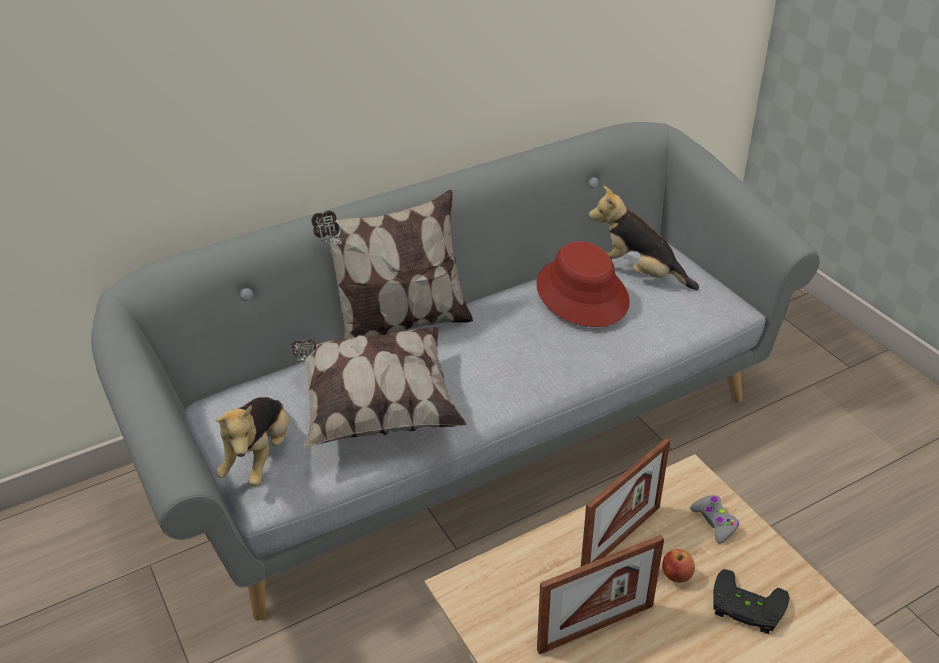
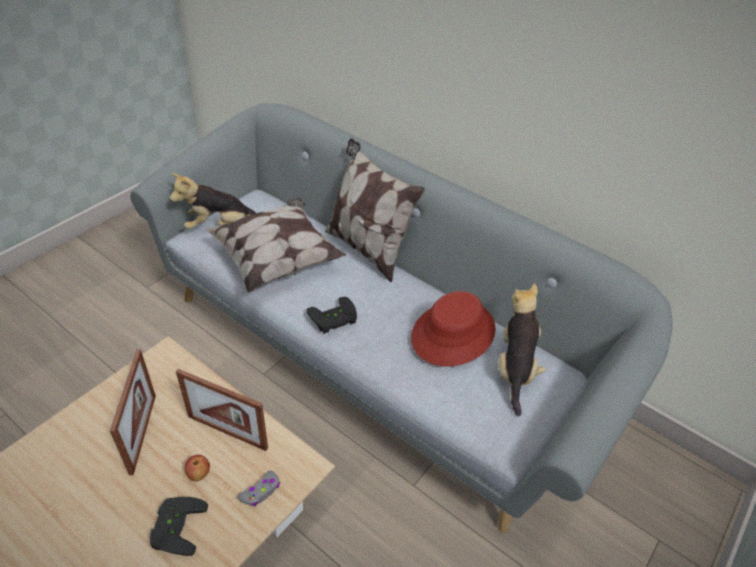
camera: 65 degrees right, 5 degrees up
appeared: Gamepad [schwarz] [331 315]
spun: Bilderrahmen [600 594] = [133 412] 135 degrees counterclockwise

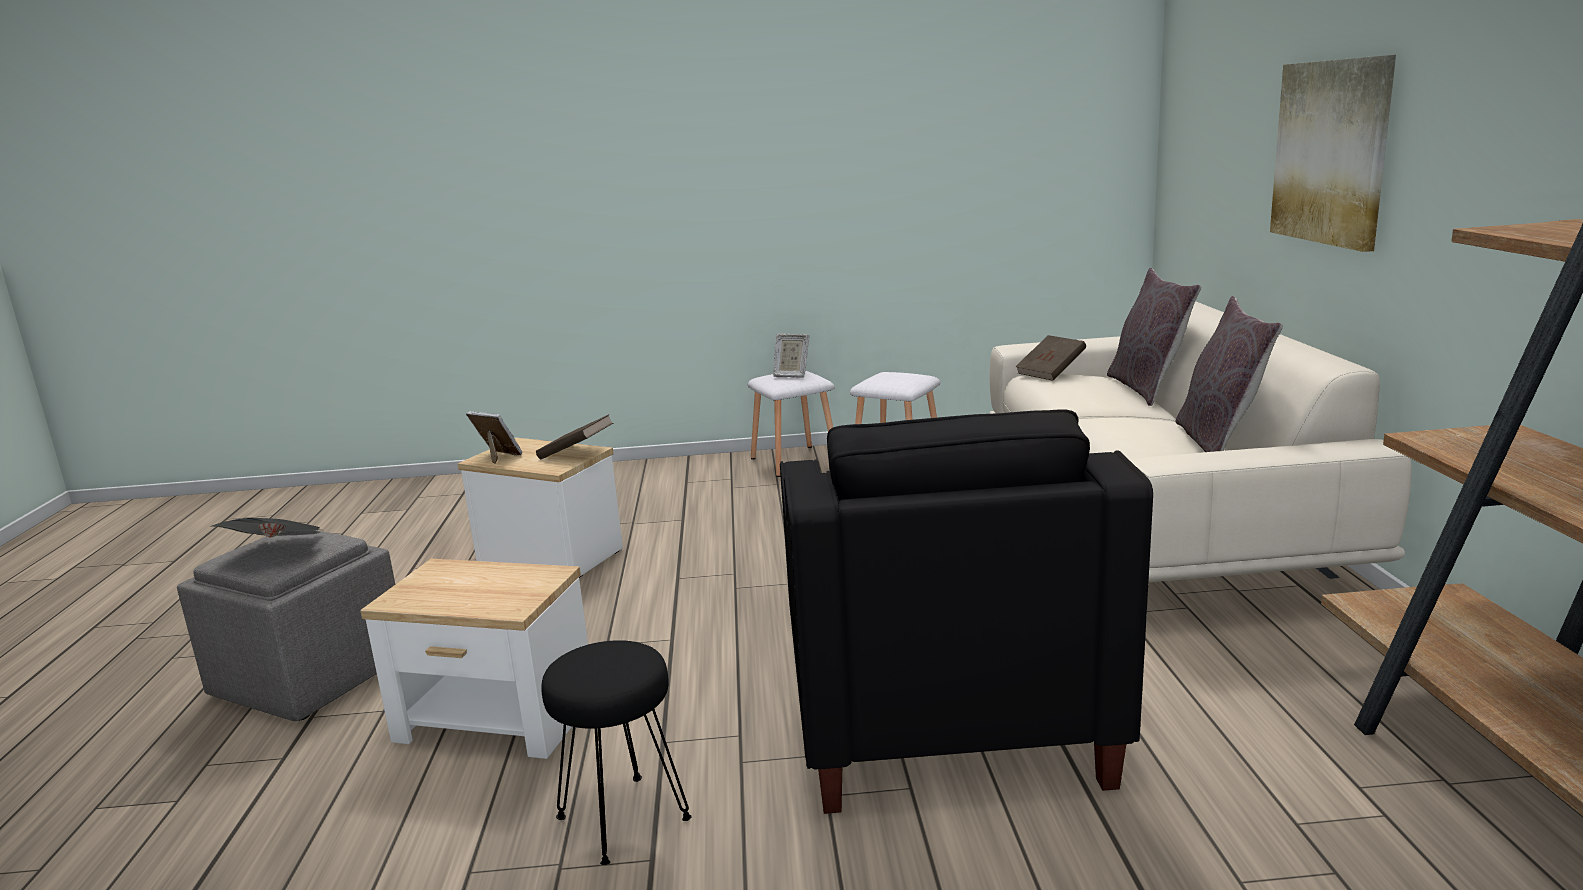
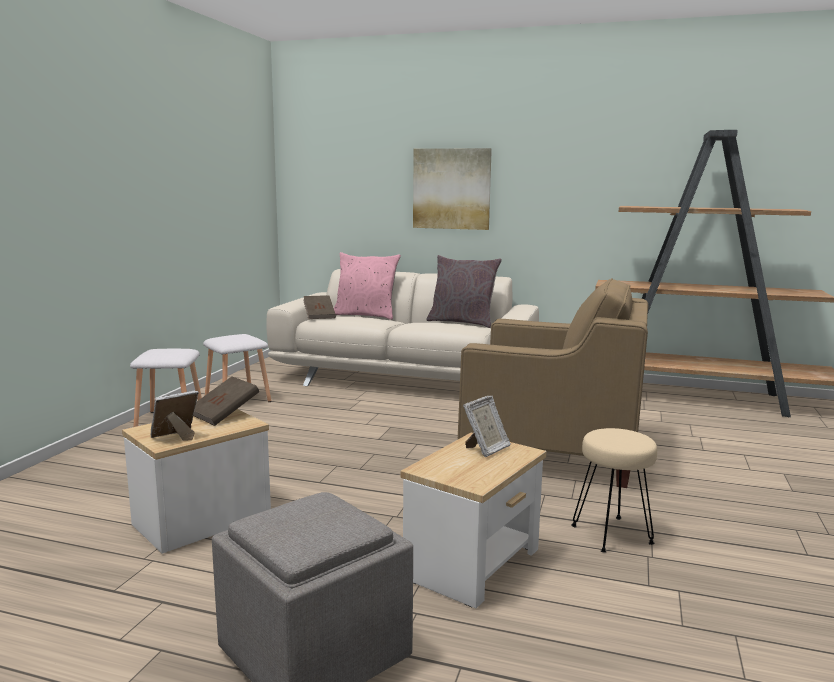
camera: 70 degrees left, 5 degrees down
missing: Zeitung [266 527]
relocated: Bilderrahmen [791 355] to [487 426]
colour: Hocker [schwarz] [616 752] to Hocker [beige] [614 490]; Sessel [schwarz] [966 611] to Sessel [beige] [553 383]; Kissen [grau] [1154 337] to Kissen [rosa] [367 286]

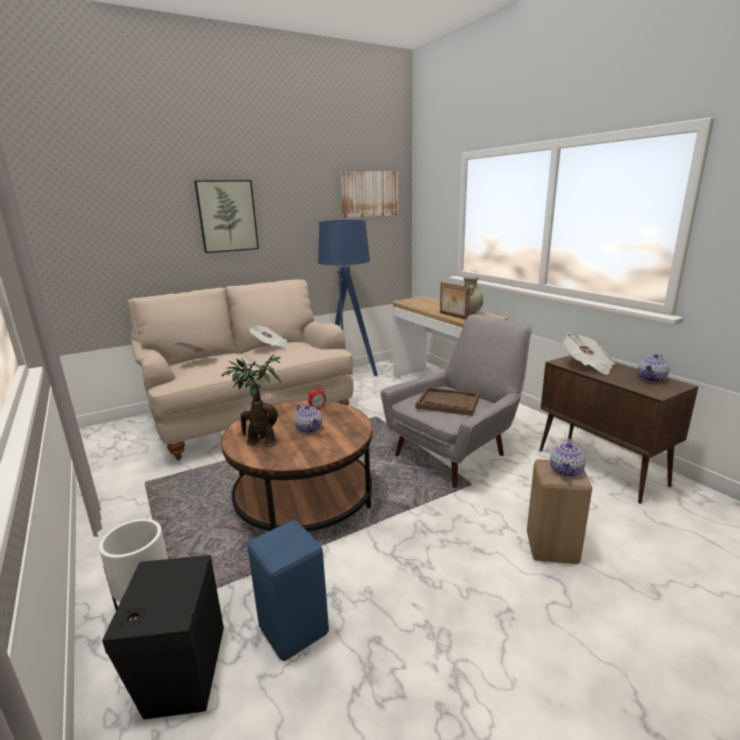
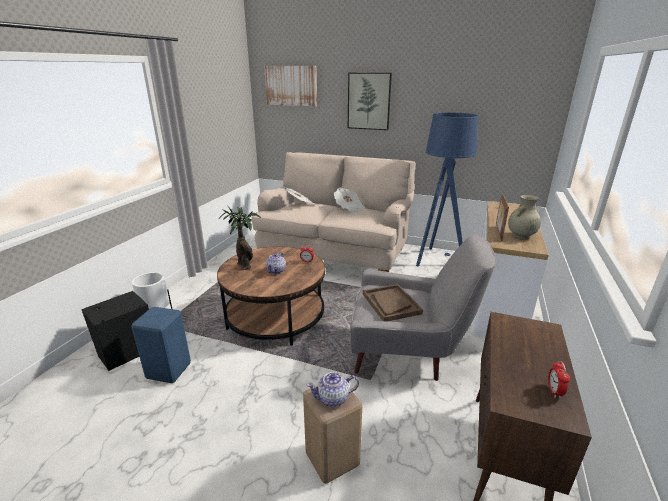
camera: 50 degrees right, 5 degrees up
missing: Zeitung [589 354]
relocated: Bild [369 194] to [290 86]
exchanged: Teekanne [654 368] to Wecker [559 379]

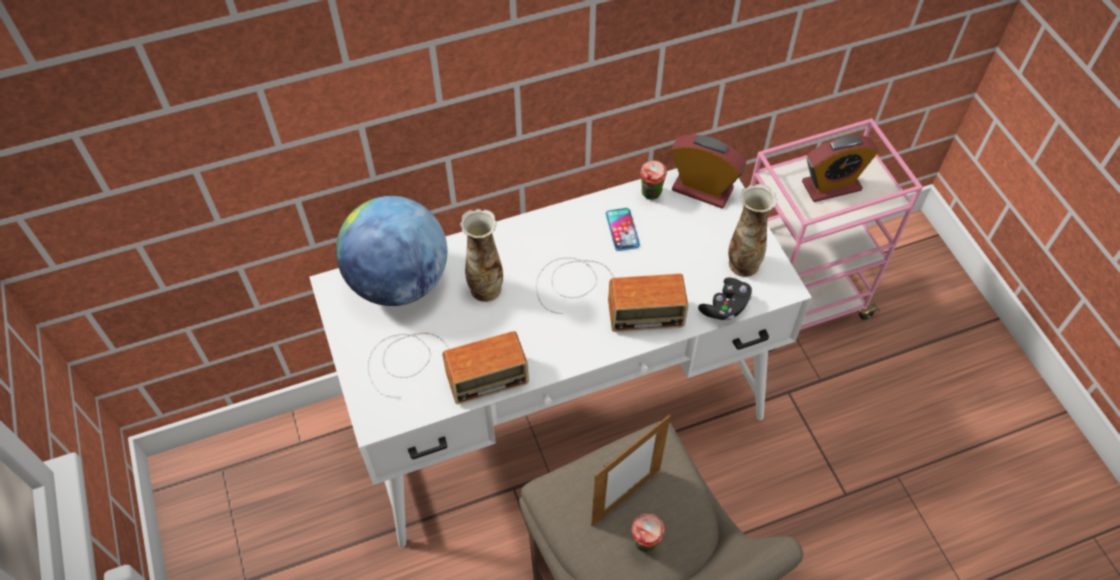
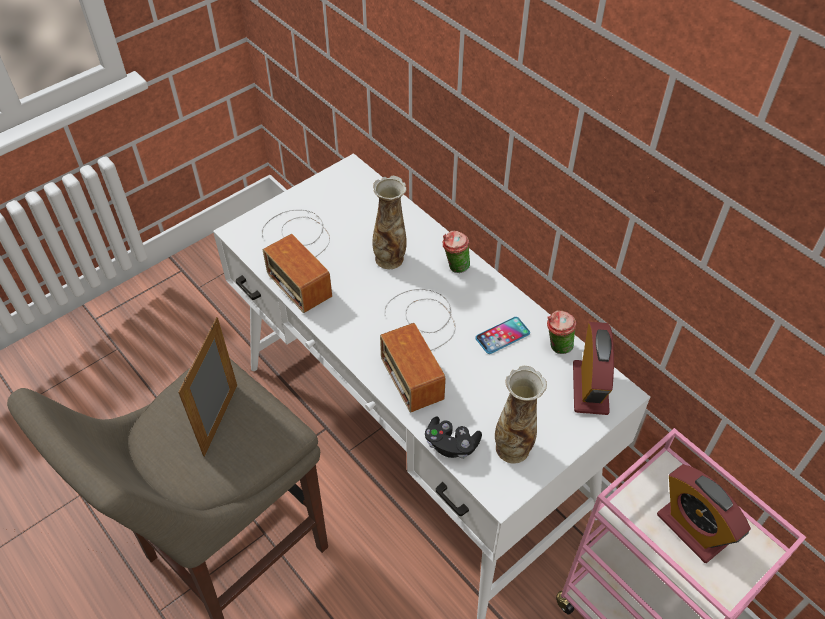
camera: 70 degrees right, 5 degrees down
missing: Globus [391 251]
relocated: Tasse [648 532] to [456 251]
spun: Bilderrahmen [631 470] = [207 387] 75 degrees clockwise

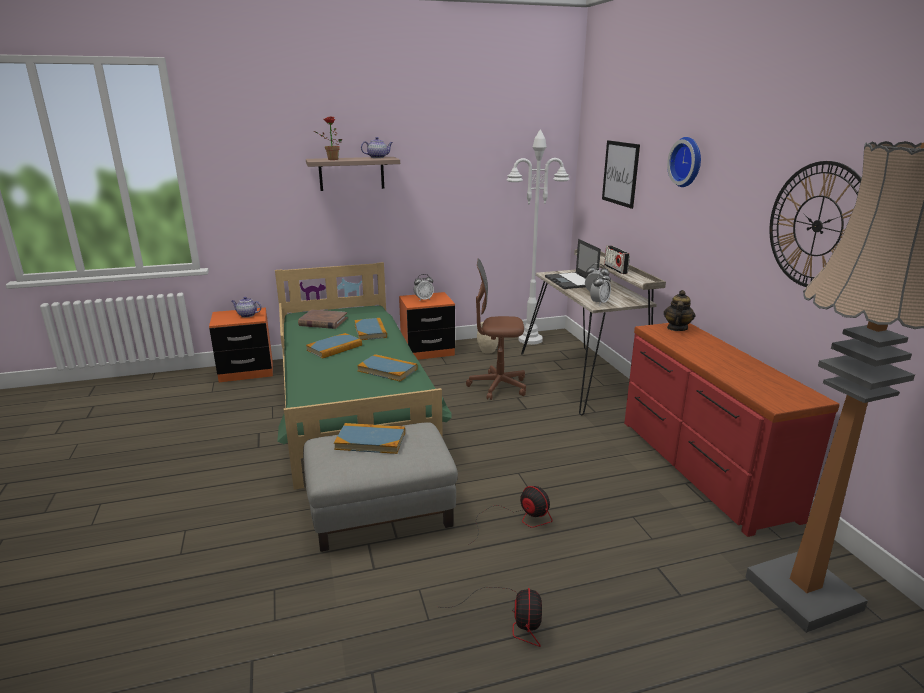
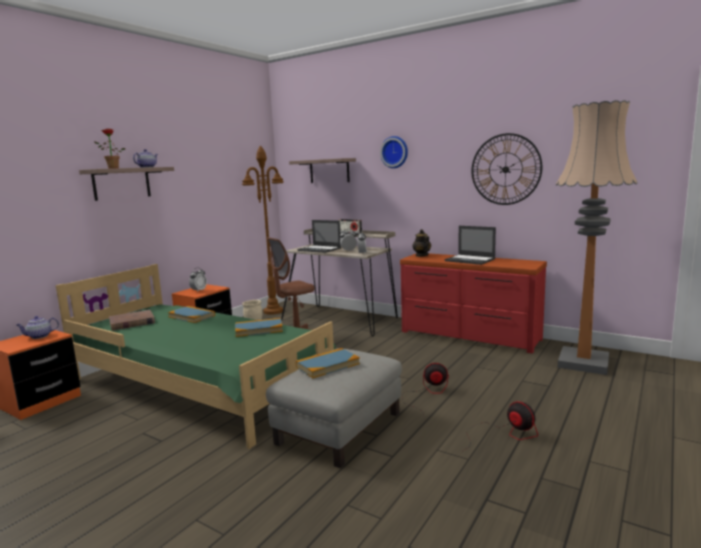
camera: 40 degrees left, 10 degrees down
missing: Buch [334 346]
appeared: Laptop [470 245]
exchanged: Bild [621 174] to Wandregal [322 170]
colour: Stehlampe [weiß] [538 237] to Stehlampe [braun] [263 230]

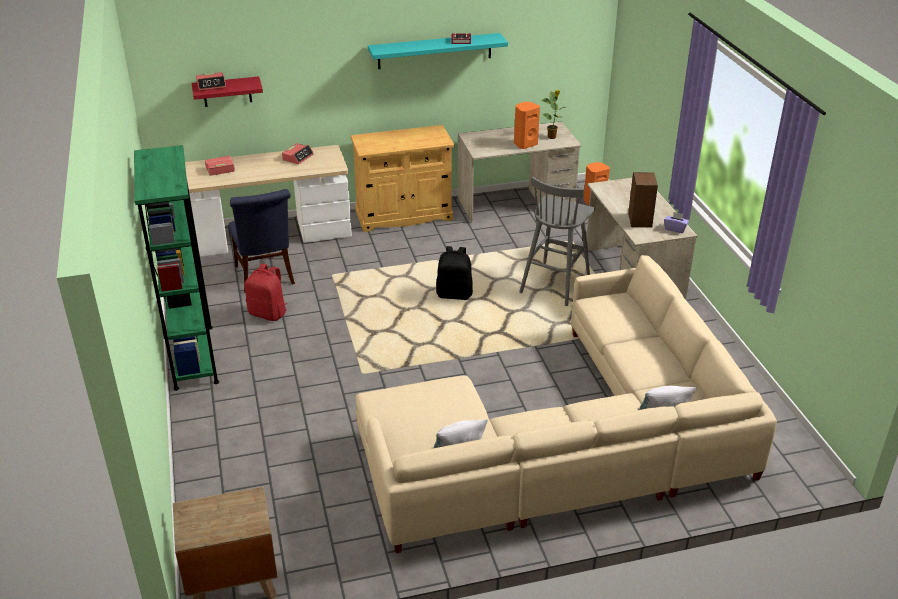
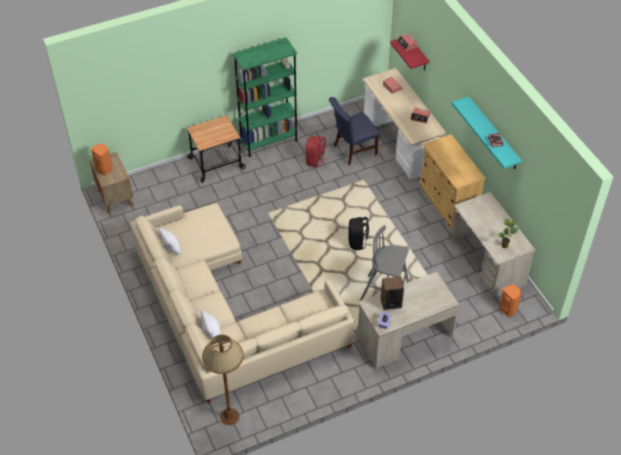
camera: 80 degrees right, 15 degrees up
appeared: Rollwagen [216 149]; Stehlampe [braun] [223 380]
relocated: Lautsprecher [orange] [527 125] to [101 159]

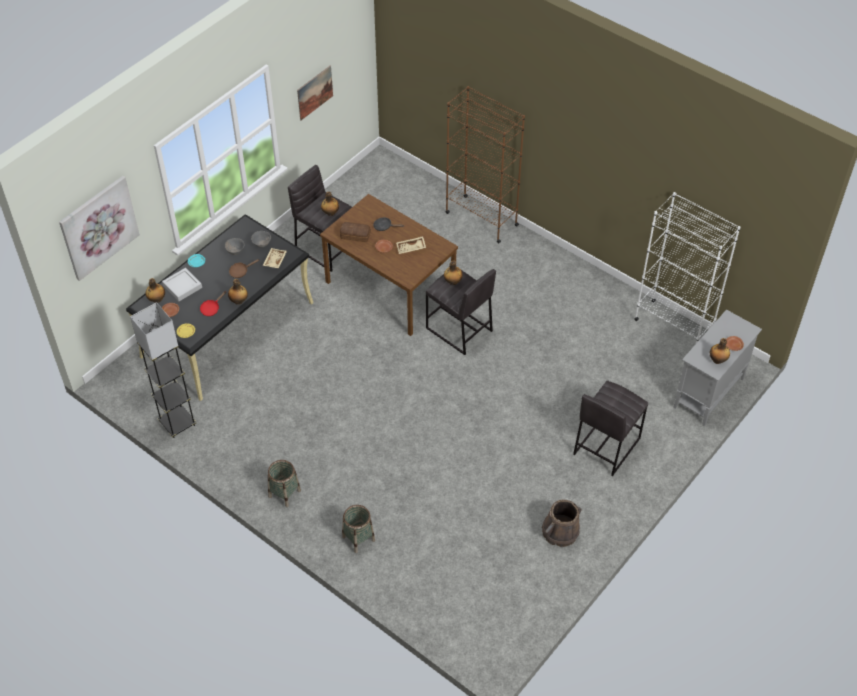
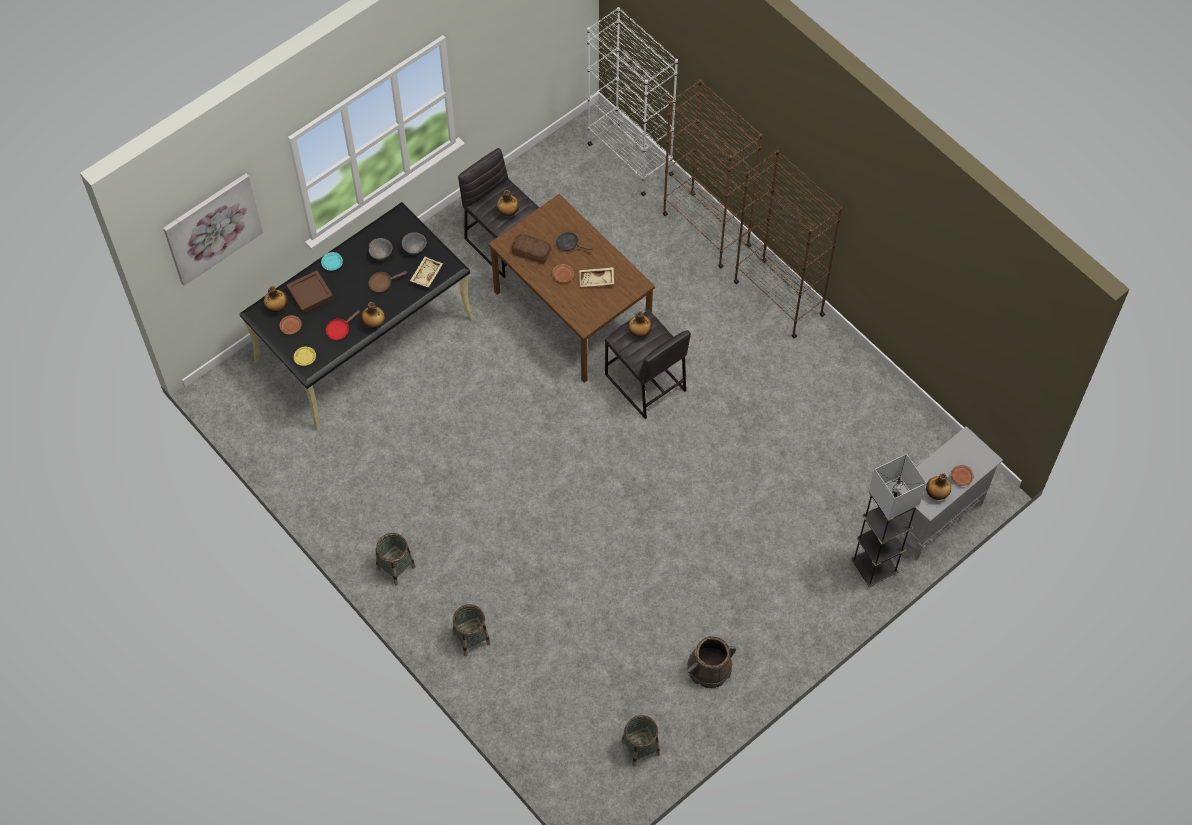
camera: 10 degrees right, 10 degrees up
missing: Bild [315 93]; Hocker [grau] [610 428]
appeared: Korb [640 741]; Bücherregal [braun] [788 244]
relocated: Stehlampe [grau] [163 370] to [888 520]; Bücherregal [weiß] [687 267] to [632 101]
colour: Tablett [grau] [182 284] to Tablett [braun] [310 292]

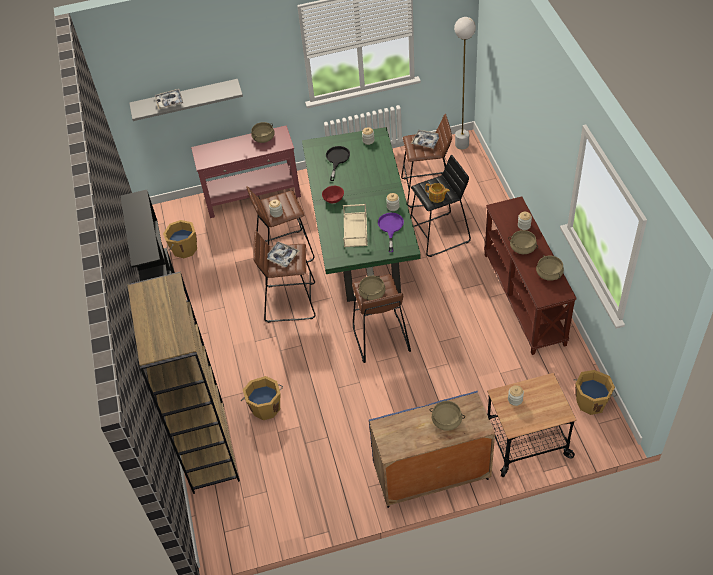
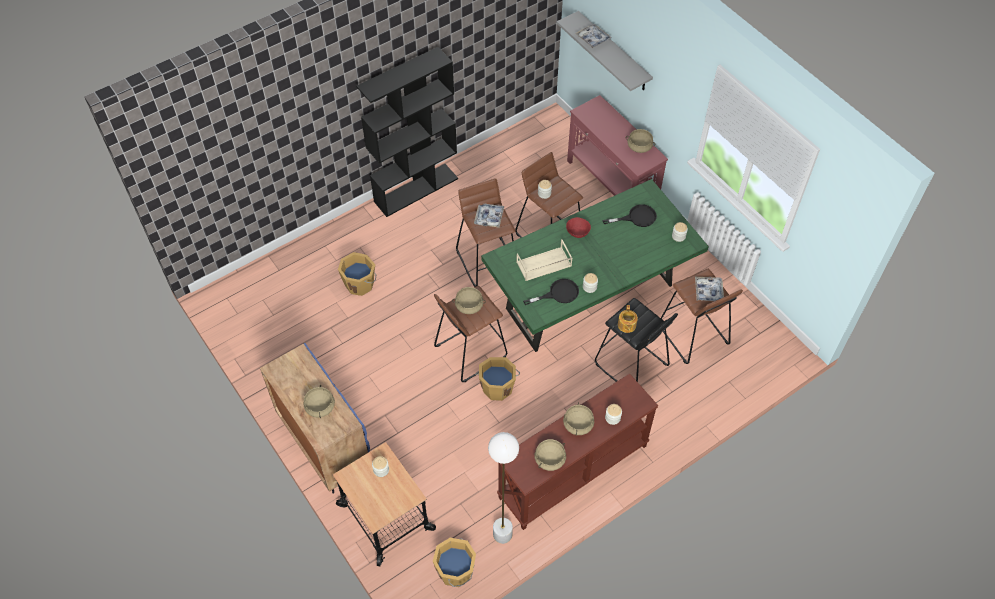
camera: 65 degrees right, 5 degrees up
missing: Bücherregal [braun] [183 382]
relocated: Eimer [orange] [180 239] to [497 379]; Stehlampe [weiß] [465 83] to [503 488]
colour: Pfanne [lila] [391 232] to Pfanne [schwarz] [551 292]

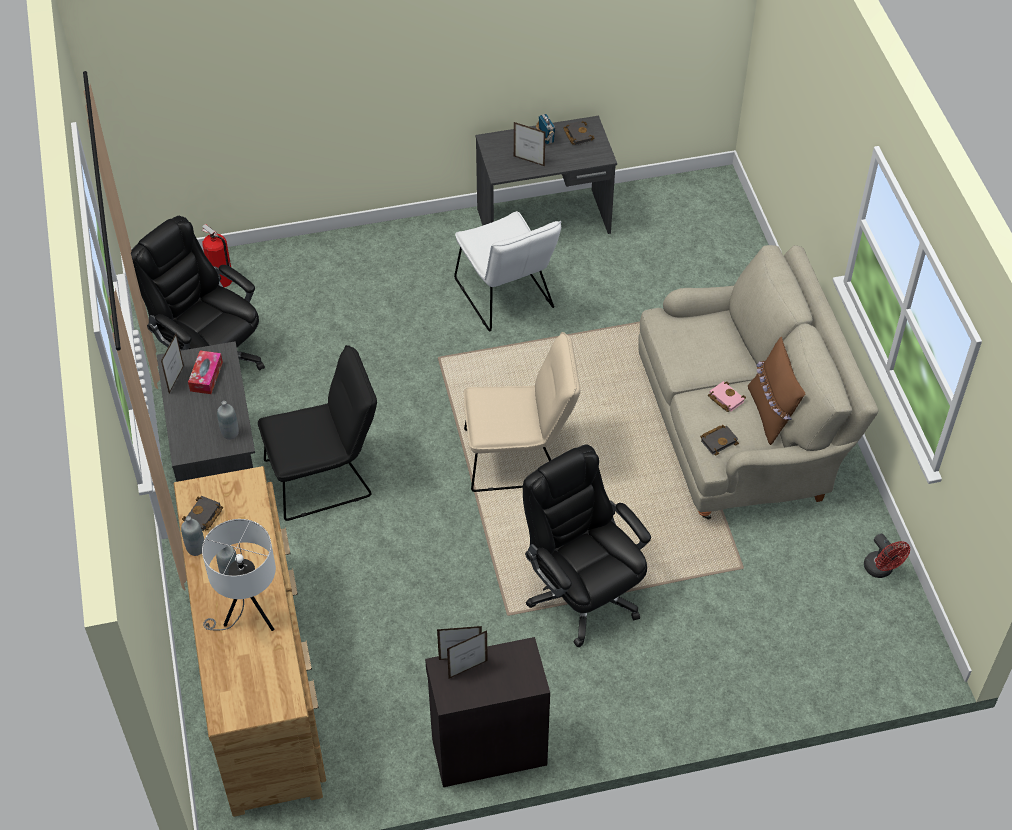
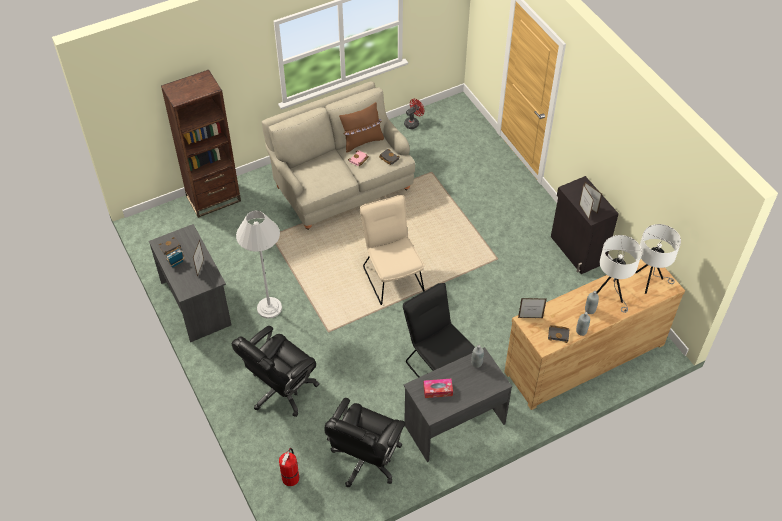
camera: 105 degrees left, 0 degrees up
appeared: Bücherregal [braun] [201 144]; Tischlampe [weiß] [658 259]
relocated: Bilderrahmen [172 363] to [532 308]; Bürostuhl [schwarz] [587 545] to [275 371]
exchanged: Stuhl [weiß] [508 271] to Stehlampe [weiß] [259 264]

